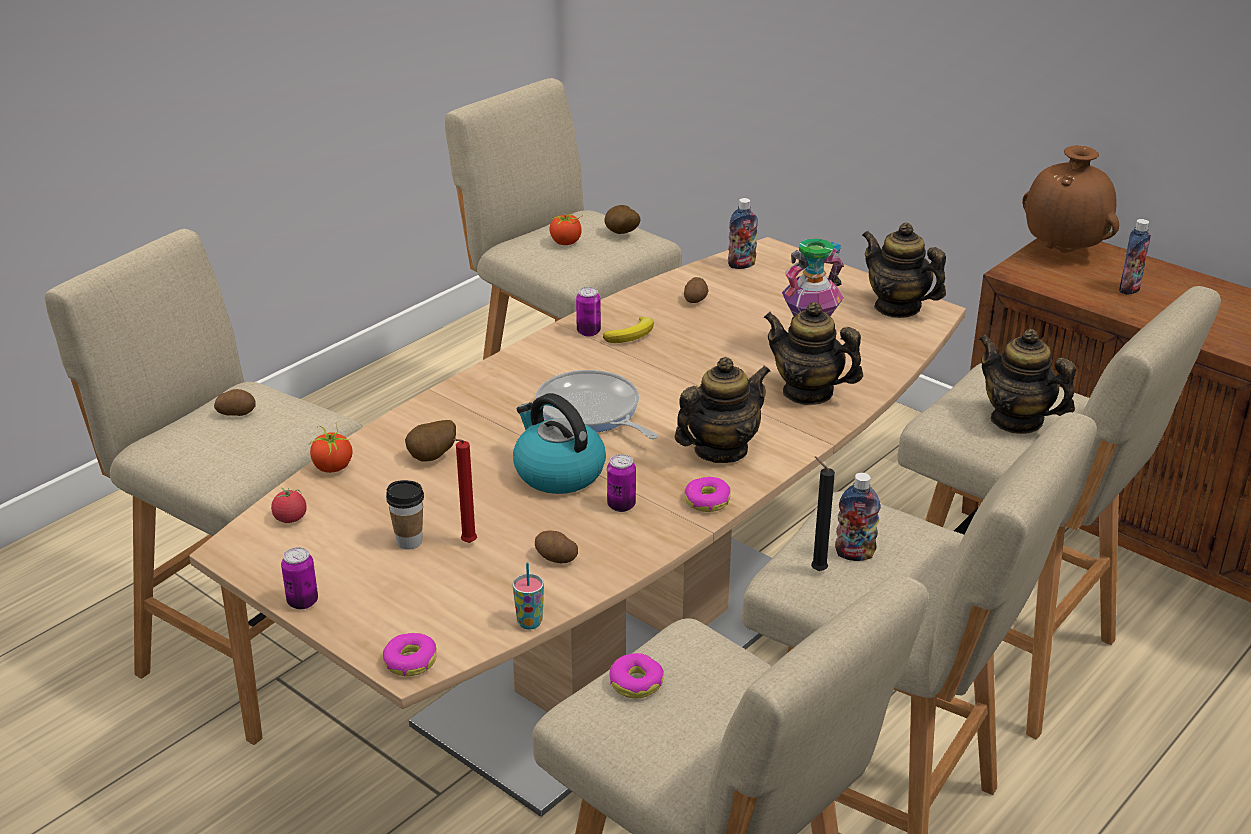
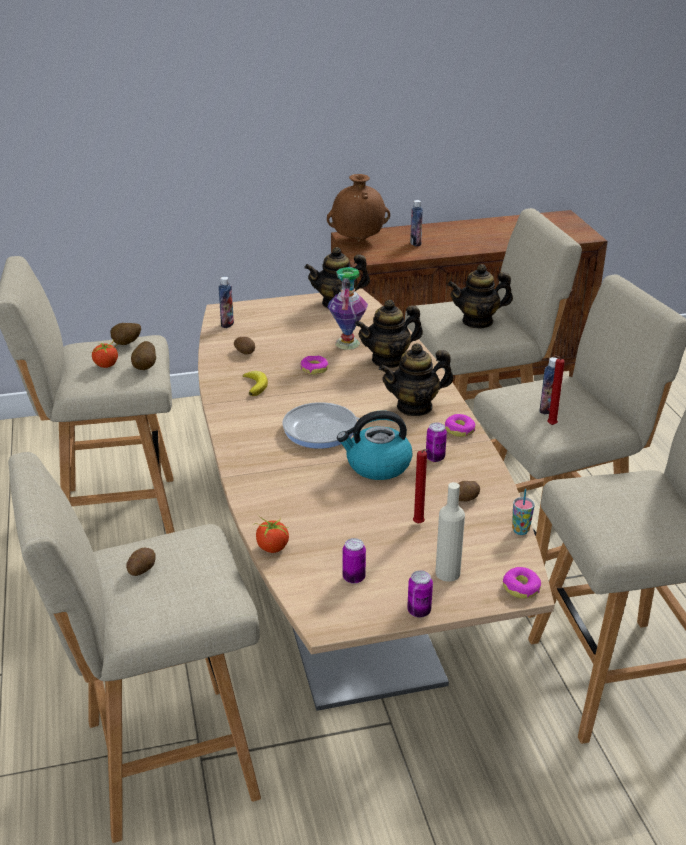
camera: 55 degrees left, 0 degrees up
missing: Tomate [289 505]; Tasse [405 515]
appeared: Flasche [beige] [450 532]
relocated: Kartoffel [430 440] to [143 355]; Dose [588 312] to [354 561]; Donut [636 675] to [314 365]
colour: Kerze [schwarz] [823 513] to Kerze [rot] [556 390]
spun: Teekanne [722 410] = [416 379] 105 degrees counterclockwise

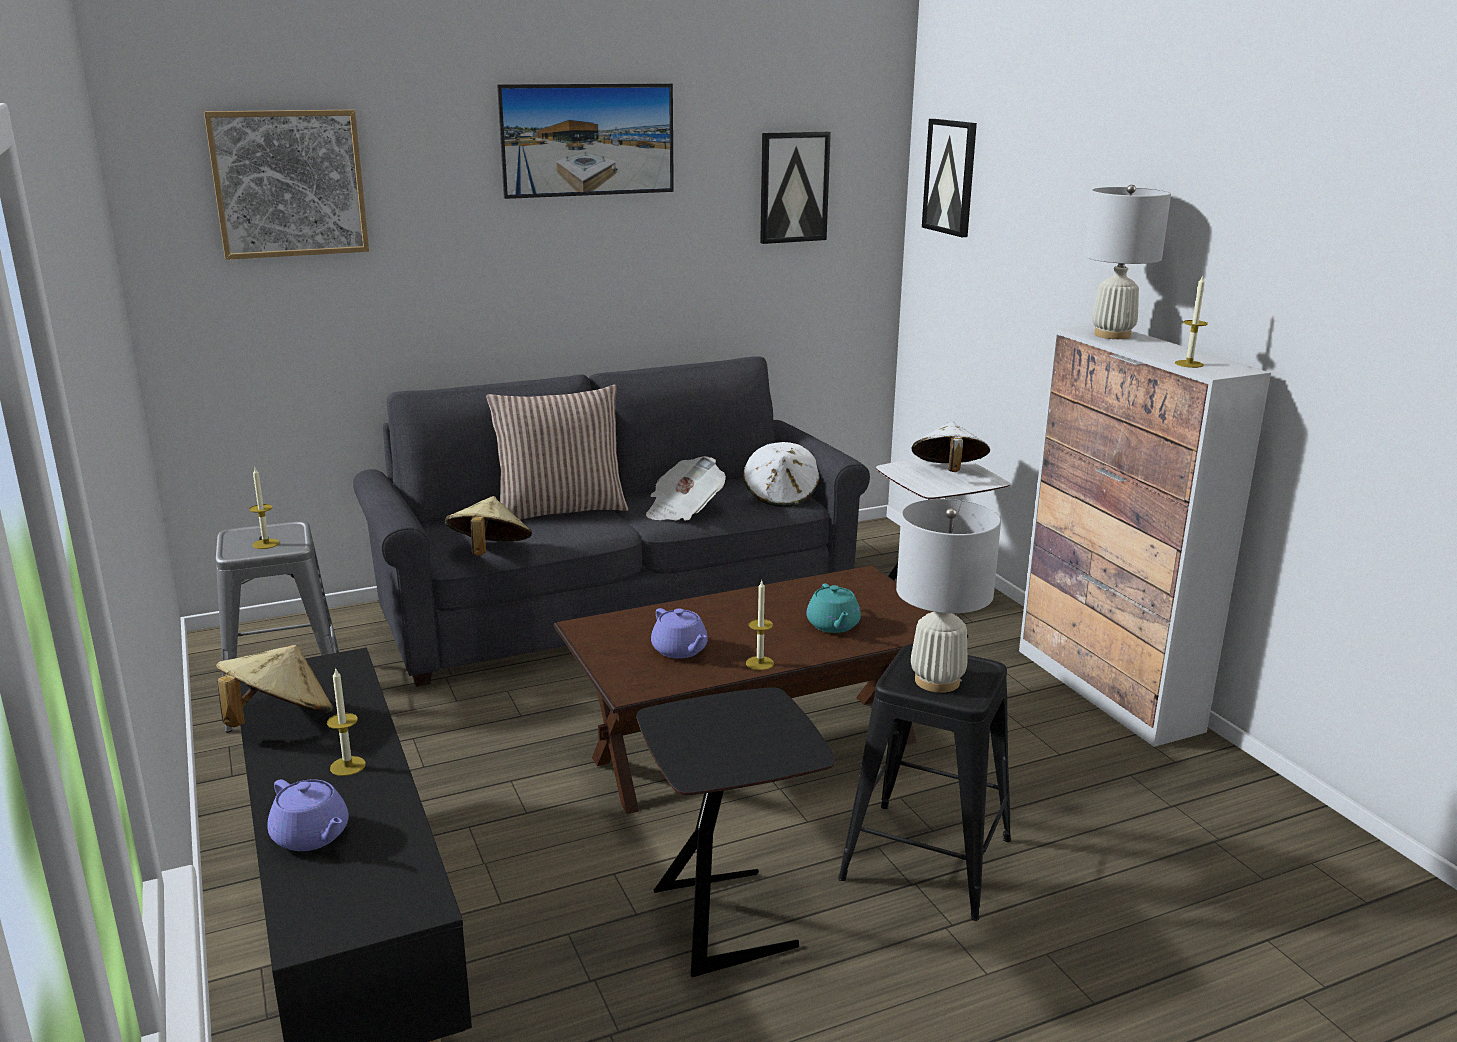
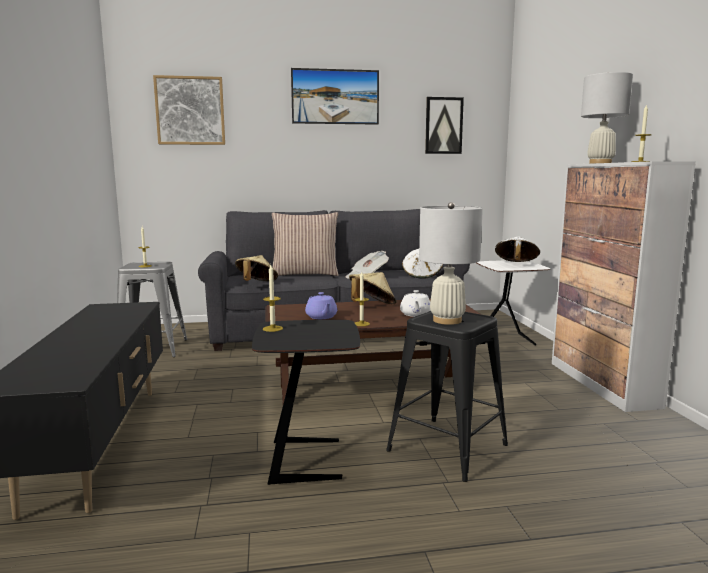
camera: 15 degrees right, 10 degrees down
missing: Teekanne [lila] [307 815]; Bild [949 178]
relocated: Hut [beige] [274 686] to [373 288]; Kerze [346 721] to [273 298]
colour: Teekanne [türkis] [834 608] to Teekanne [weiß] [415 303]

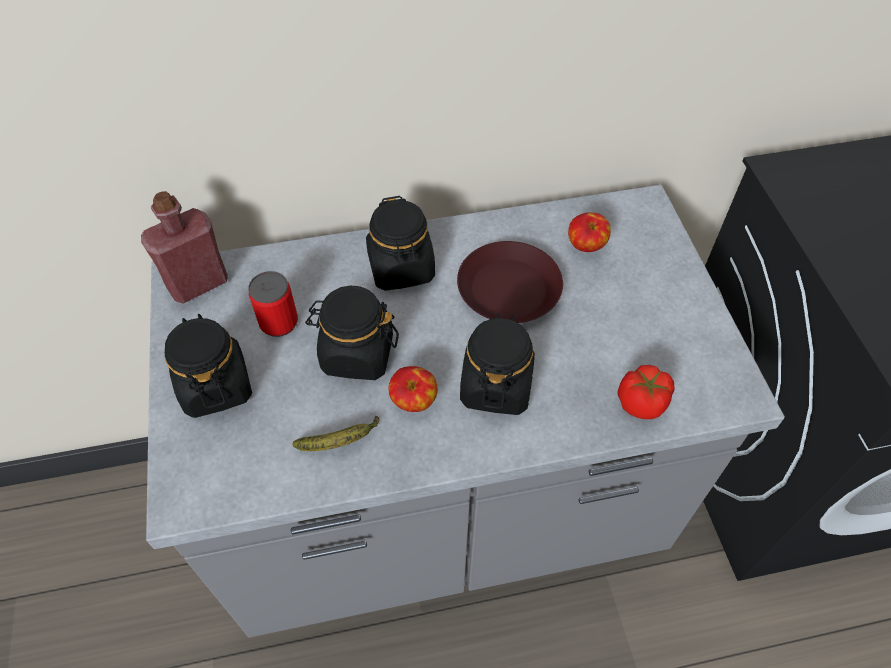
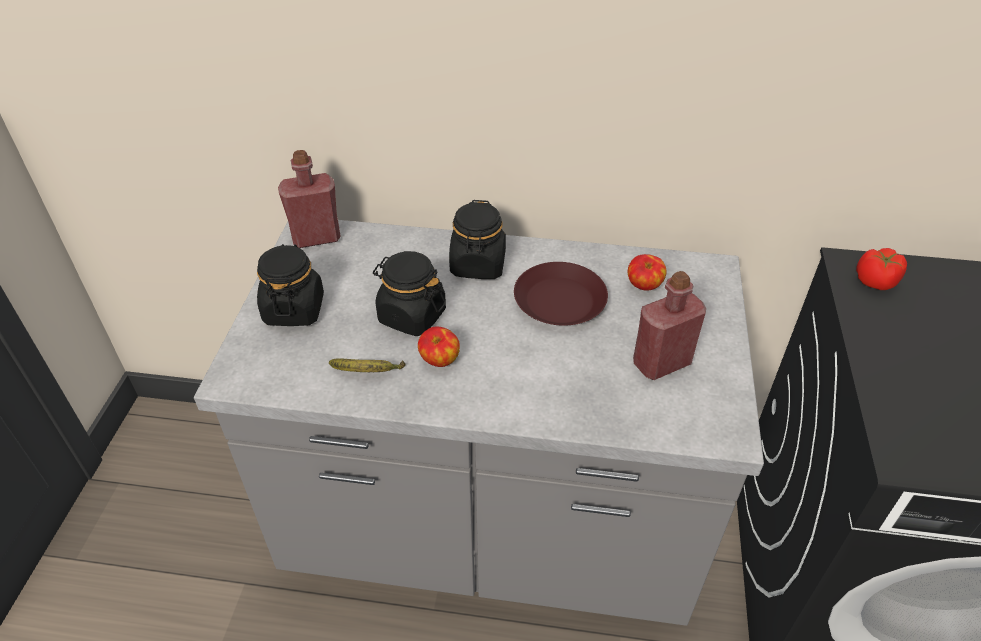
camera: 20 degrees right, 10 degrees down
missing: Dose [273 304]; Vorratsglas [schwarz] [497 364]
appeared: Flasche [rot] [669 325]
relocated: Tomate [646 392] to [881 269]

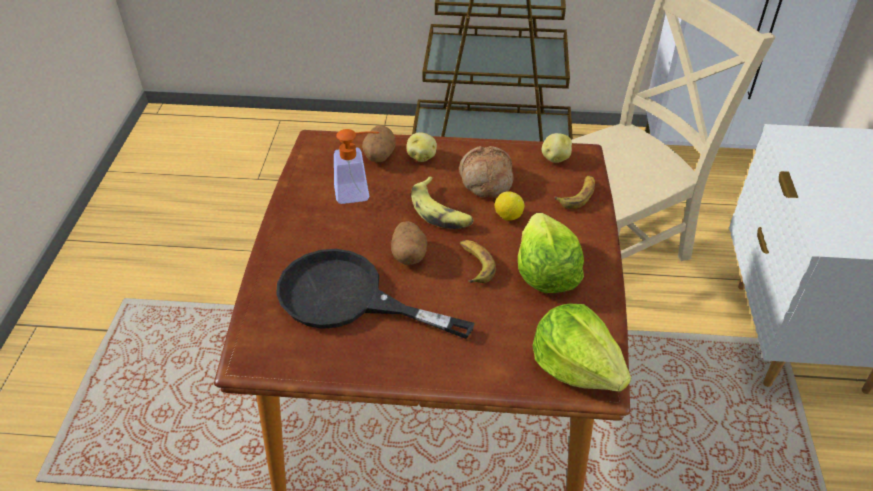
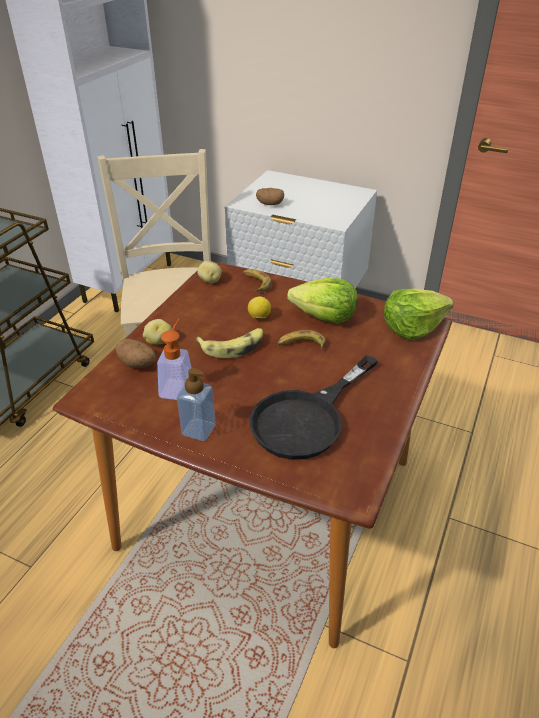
camera: 70 degrees left, 5 degrees down
missing: Brot [486 172]
appeared: Seifenspender [196 404]
relocated: Kartoffel [409 243] to [270 196]

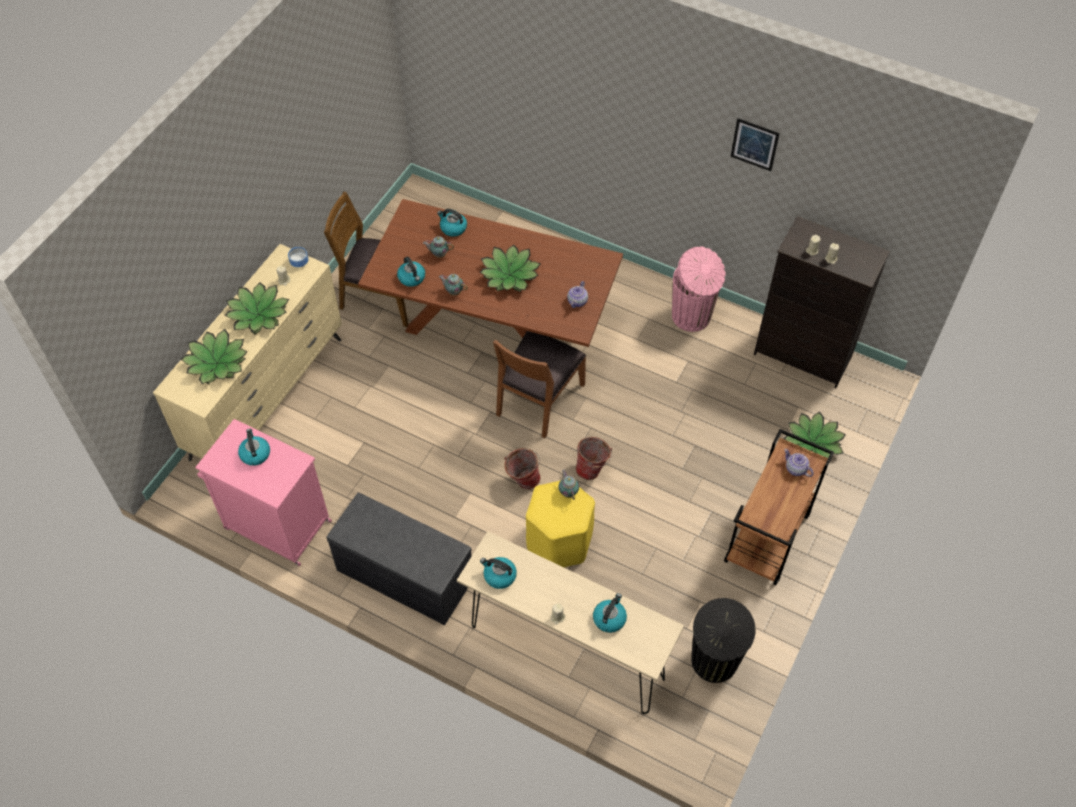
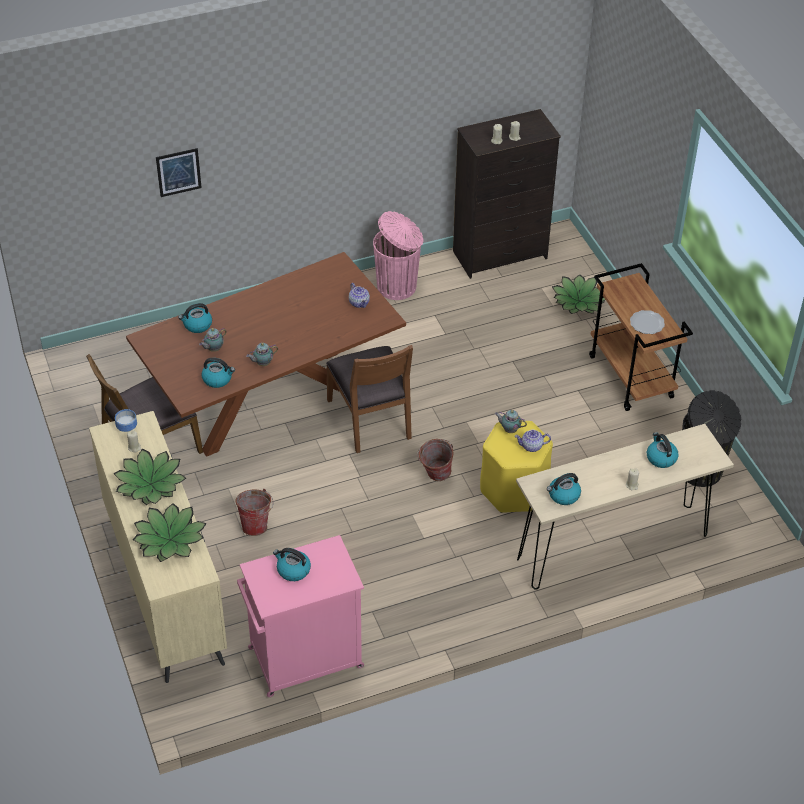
camera: 50 degrees left, 10 degrees down
missing: Bank [grau] [399 558]; Topfpflanze [510 268]
appeared: Teller [647 322]
relocated: Eimer [594 458] to [254 512]; Bild [755 144] to [179 172]; Teekanne [799 463] to [533 441]

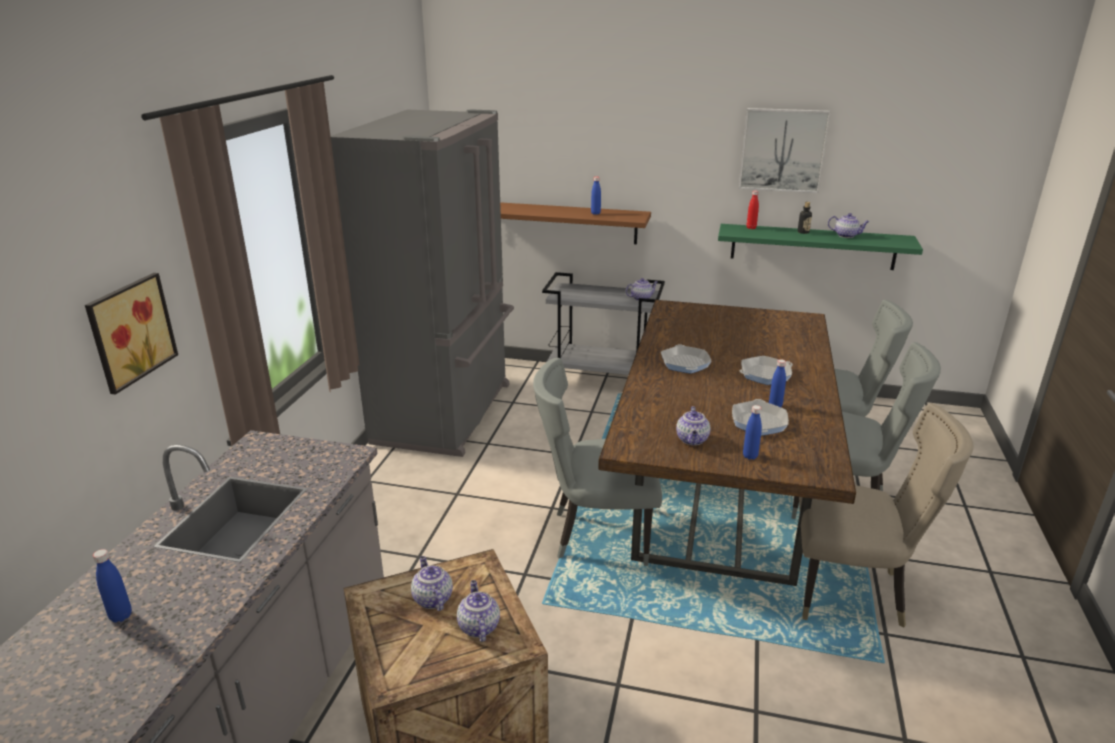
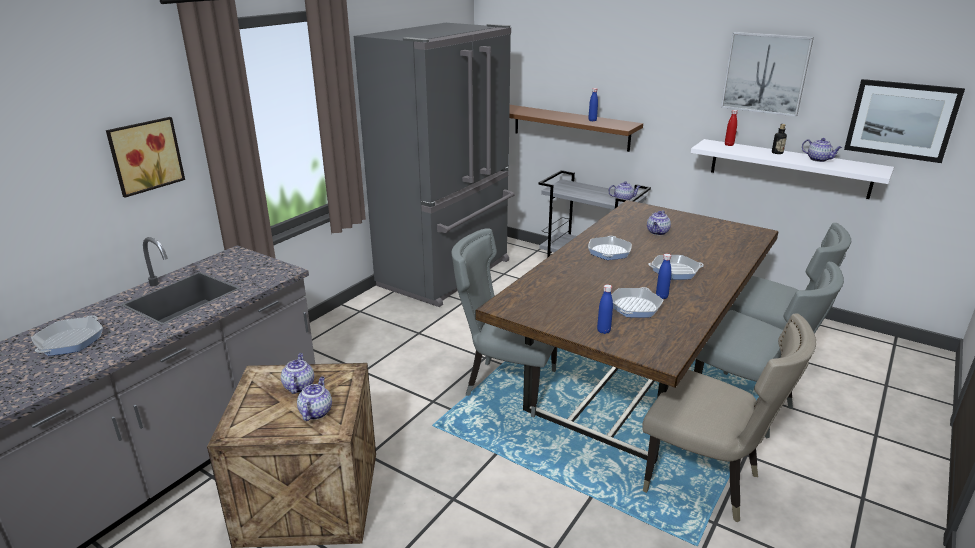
camera: 20 degrees right, 0 degrees up
appeared: Bild [904 121]
relocated: Teekanne [693 425] to [659 223]
exchanged: Flasche [blau] [112 585] to Pfanne [67 335]
colour: Wandregal [grün] [820 247] to Wandregal [weiß] [792 169]

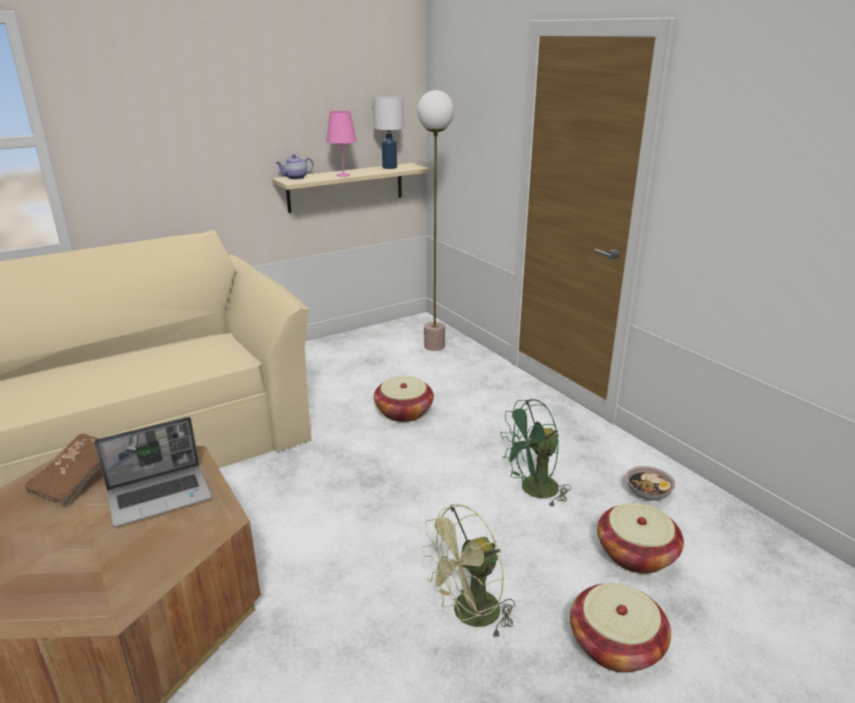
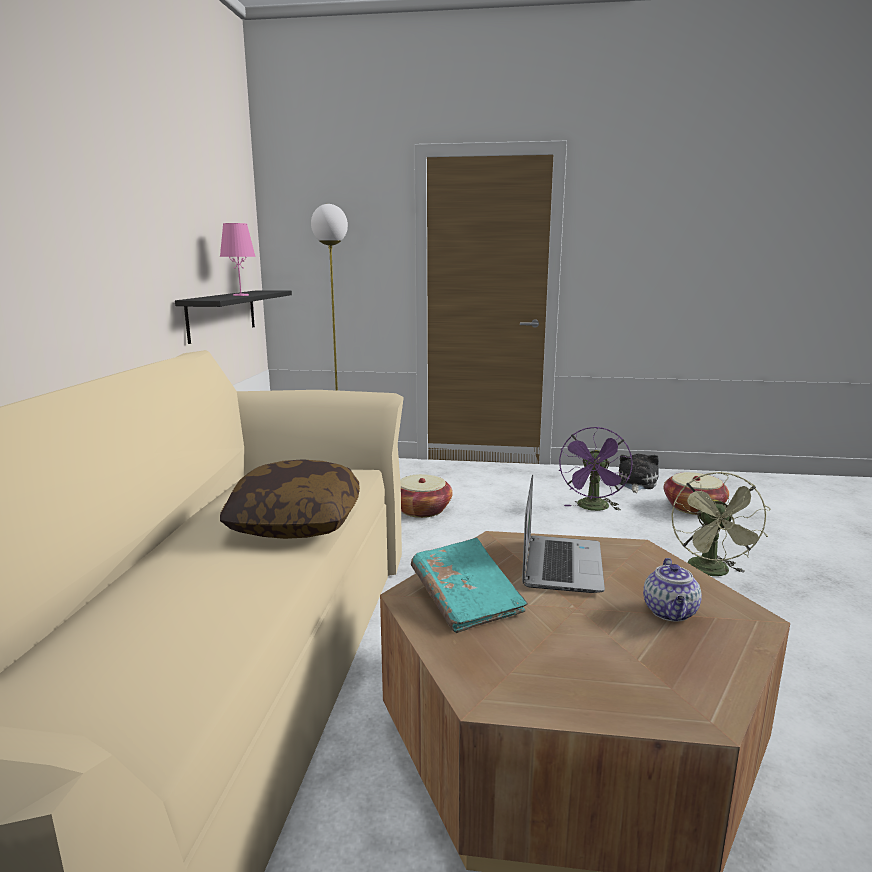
camera: 50 degrees left, 10 degrees down
missing: Tischlampe [weiß] [388 132]; Korb [620 628]
appeared: Kissen [290 499]
relocated: Teekanne [295 167] to [672 590]
exchanged: Schüssel [650 483] to Plüschtier [639 473]
colour: Buch [braun] [63 470] to Buch [türkis] [469 585]; Wandregal [beige] [351 188] to Wandregal [schwarz] [233 317]; Ventilator [grün] [535 453] to Ventilator [lila] [596 469]

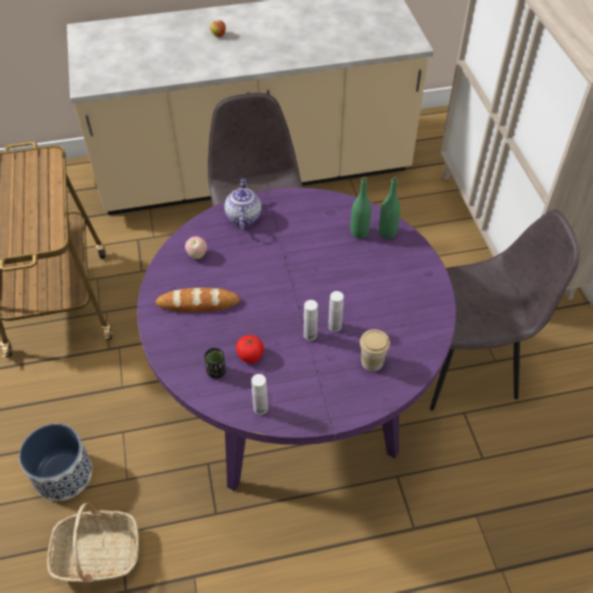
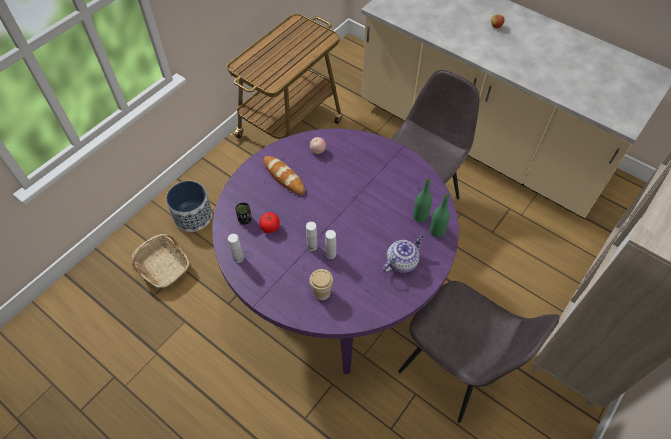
camera: 50 degrees right, 5 degrees up
relocated: Teekanne [243 204] to [403 254]

